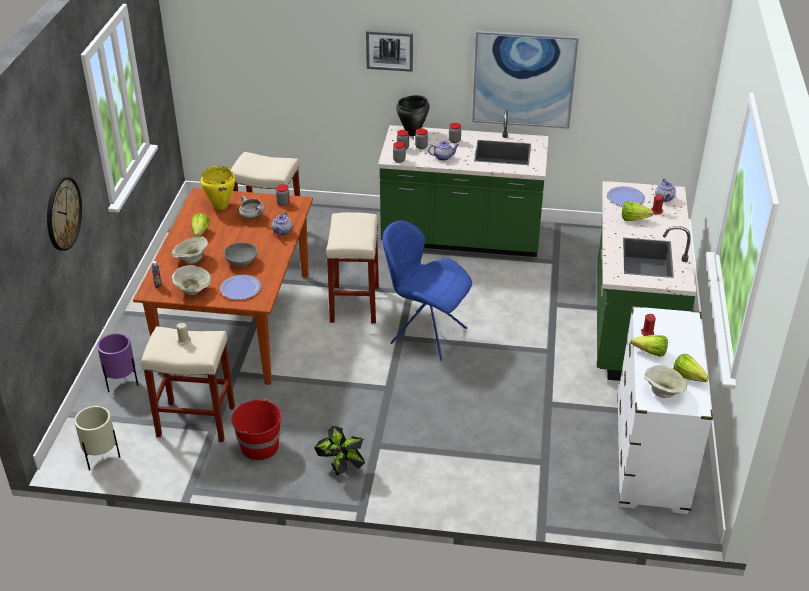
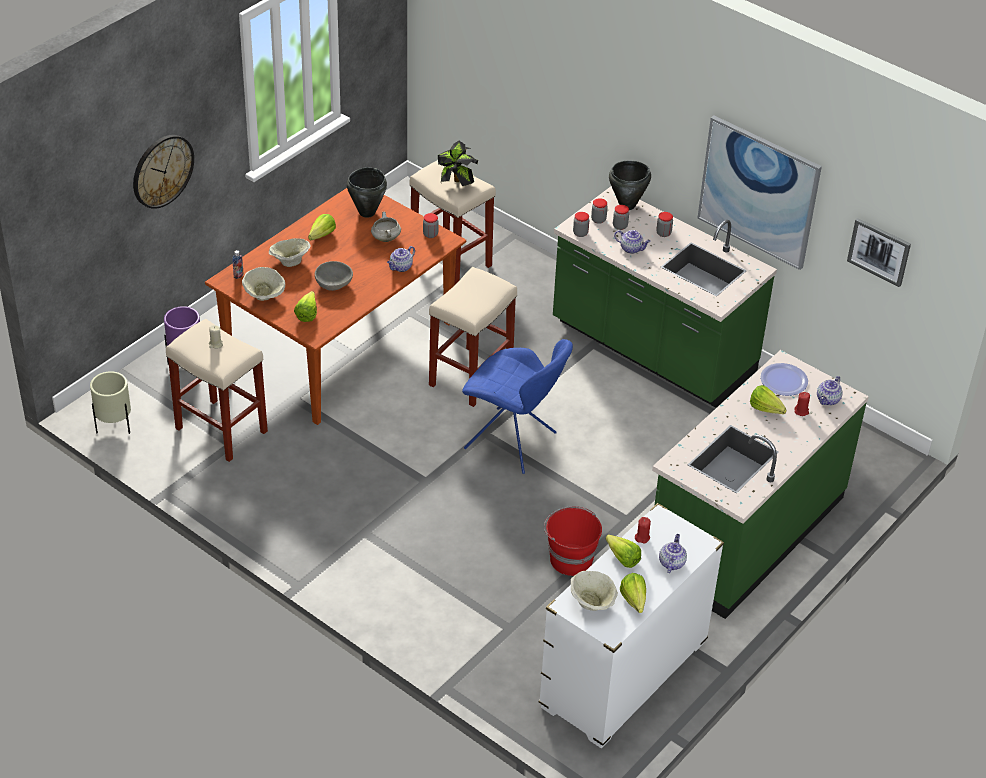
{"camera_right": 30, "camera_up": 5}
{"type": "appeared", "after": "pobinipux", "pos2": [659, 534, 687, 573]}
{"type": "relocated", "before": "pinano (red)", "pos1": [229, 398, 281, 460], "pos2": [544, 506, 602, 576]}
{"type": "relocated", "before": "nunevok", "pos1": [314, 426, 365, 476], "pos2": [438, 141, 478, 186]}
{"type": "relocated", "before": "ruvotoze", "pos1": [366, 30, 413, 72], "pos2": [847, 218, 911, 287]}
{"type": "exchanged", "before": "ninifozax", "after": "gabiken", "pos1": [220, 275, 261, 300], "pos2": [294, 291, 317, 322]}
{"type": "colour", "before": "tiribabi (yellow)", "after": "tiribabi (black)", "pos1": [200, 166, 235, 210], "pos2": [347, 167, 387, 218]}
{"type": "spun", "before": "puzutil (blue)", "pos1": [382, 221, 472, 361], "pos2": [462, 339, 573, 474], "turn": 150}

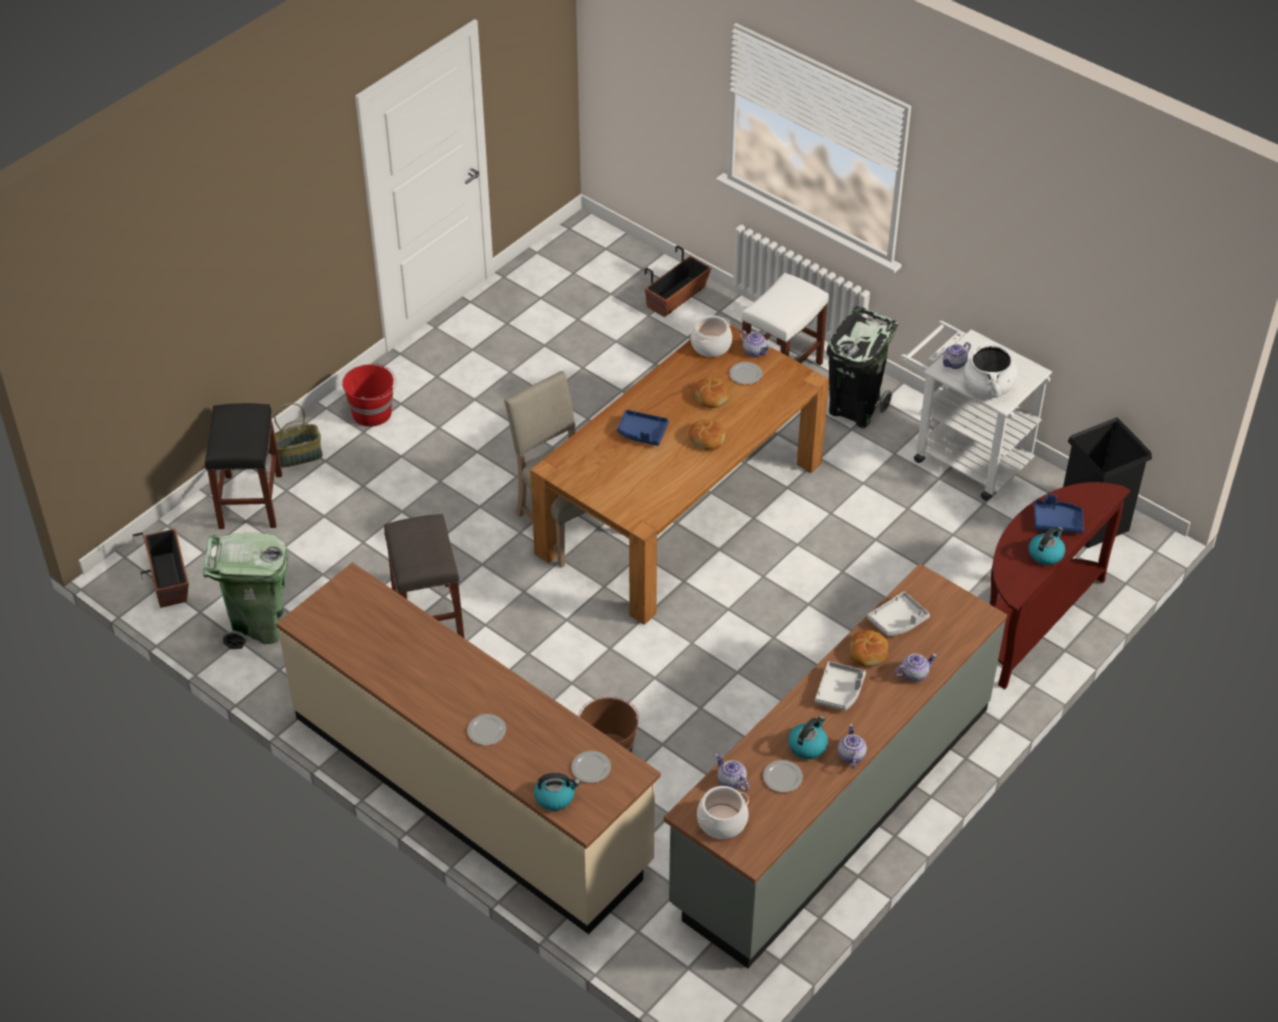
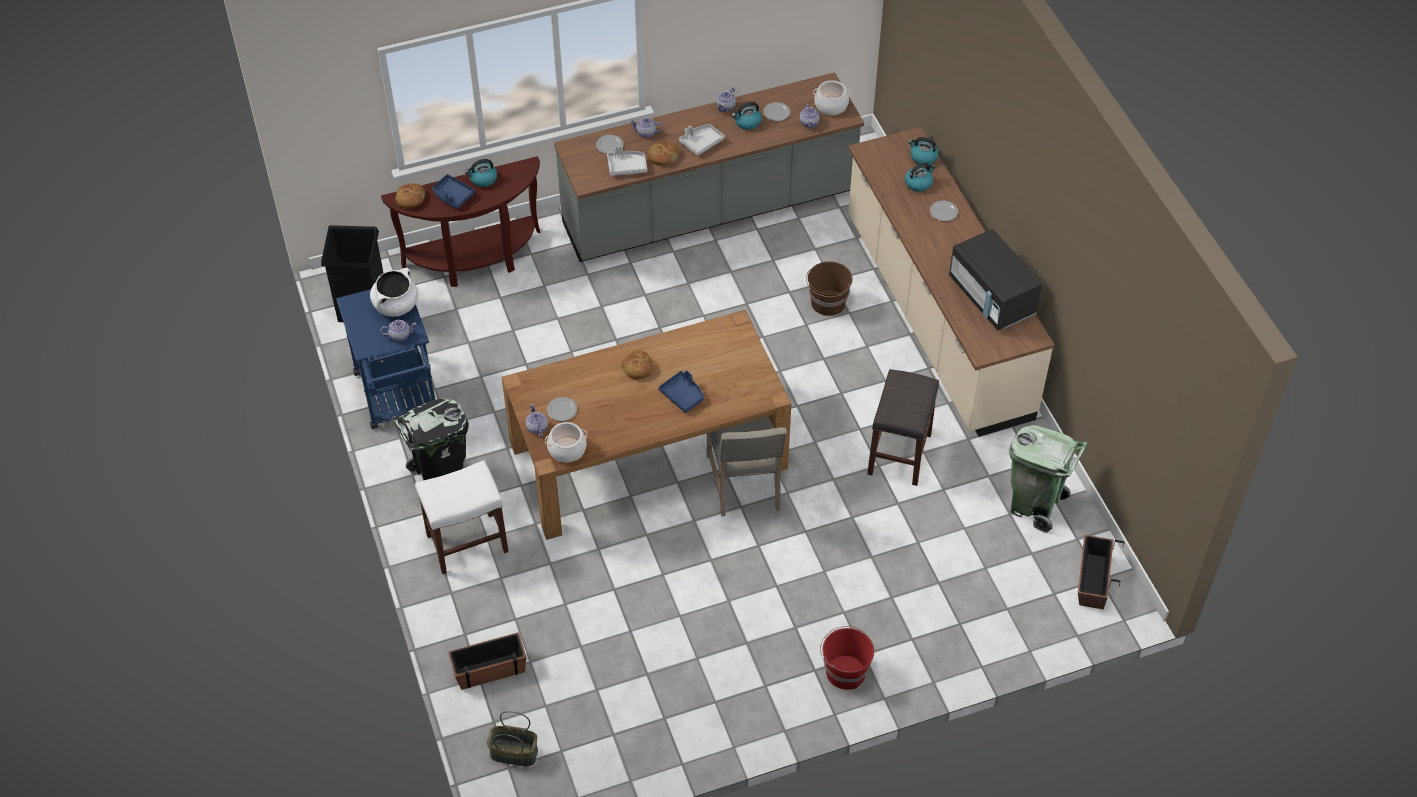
{"camera_right": -150, "camera_up": 5}
{"type": "missing", "before": "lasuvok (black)", "pos1": [205, 403, 282, 529]}
{"type": "appeared", "after": "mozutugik", "pos2": [905, 163, 936, 192]}
{"type": "appeared", "after": "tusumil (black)", "pos2": [949, 229, 1042, 330]}
{"type": "relocated", "before": "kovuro", "pos1": [274, 403, 323, 467], "pos2": [487, 711, 538, 766]}
{"type": "relocated", "before": "ninifozax", "pos1": [572, 751, 611, 783], "pos2": [596, 135, 624, 154]}
{"type": "relocated", "before": "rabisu", "pos1": [694, 377, 730, 408], "pos2": [395, 183, 425, 209]}
{"type": "colour", "before": "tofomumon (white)", "after": "tofomumon (blue)", "pos1": [900, 321, 1052, 501], "pos2": [336, 289, 436, 429]}

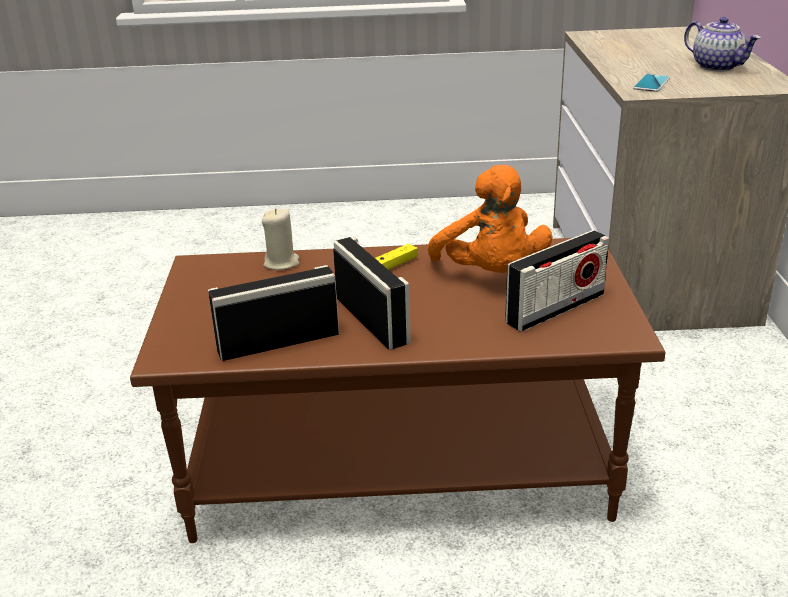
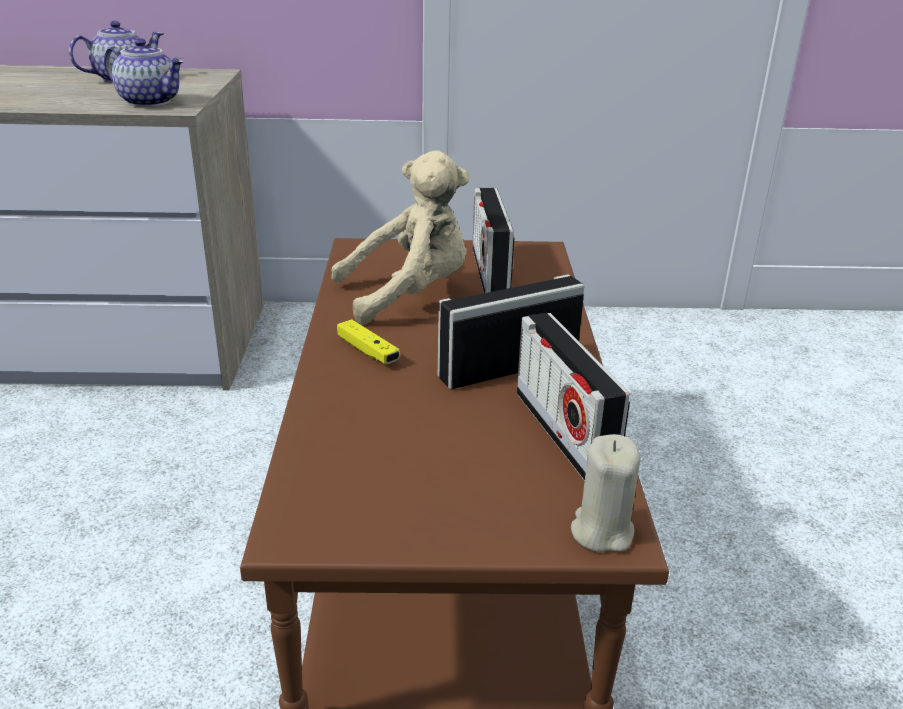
{"camera_right": -90, "camera_up": 0}
{"type": "relocated", "before": "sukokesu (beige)", "pos1": [262, 208, 299, 270], "pos2": [571, 434, 640, 552]}
{"type": "exchanged", "before": "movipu", "after": "pobinipux", "pos1": [633, 74, 670, 92], "pos2": [104, 38, 184, 107]}
{"type": "colour", "before": "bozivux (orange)", "after": "bozivux (beige)", "pos1": [428, 165, 553, 273], "pos2": [331, 150, 469, 325]}
{"type": "spun", "before": "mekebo", "pos1": [505, 230, 609, 332], "pos2": [472, 188, 514, 293], "turn": -150}

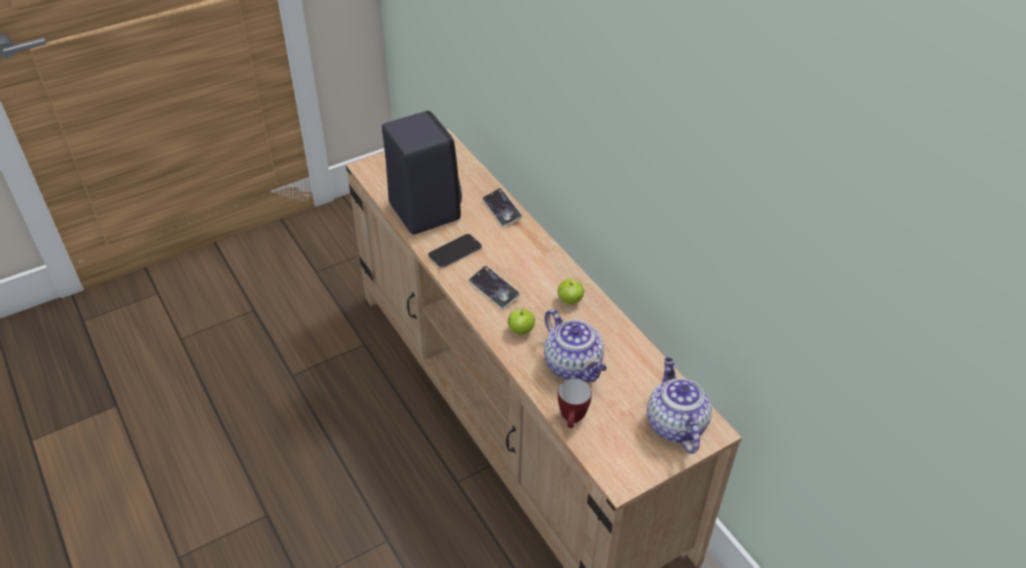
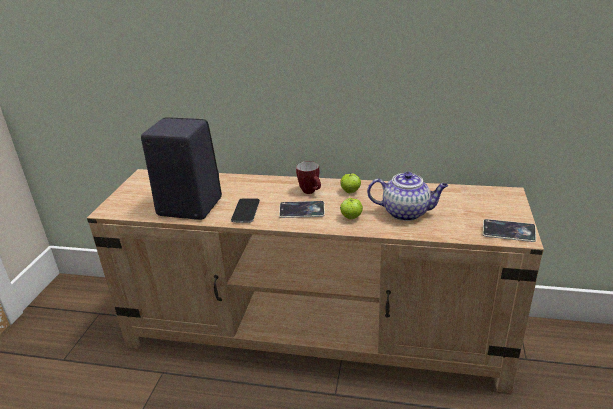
{"camera_right": -45, "camera_up": -15}
{"type": "missing", "before": "pobinipux", "pos1": [647, 357, 712, 454]}
{"type": "relocated", "before": "movipu", "pos1": [482, 188, 522, 227], "pos2": [483, 219, 536, 242]}
{"type": "relocated", "before": "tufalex", "pos1": [558, 378, 592, 428], "pos2": [296, 161, 321, 194]}

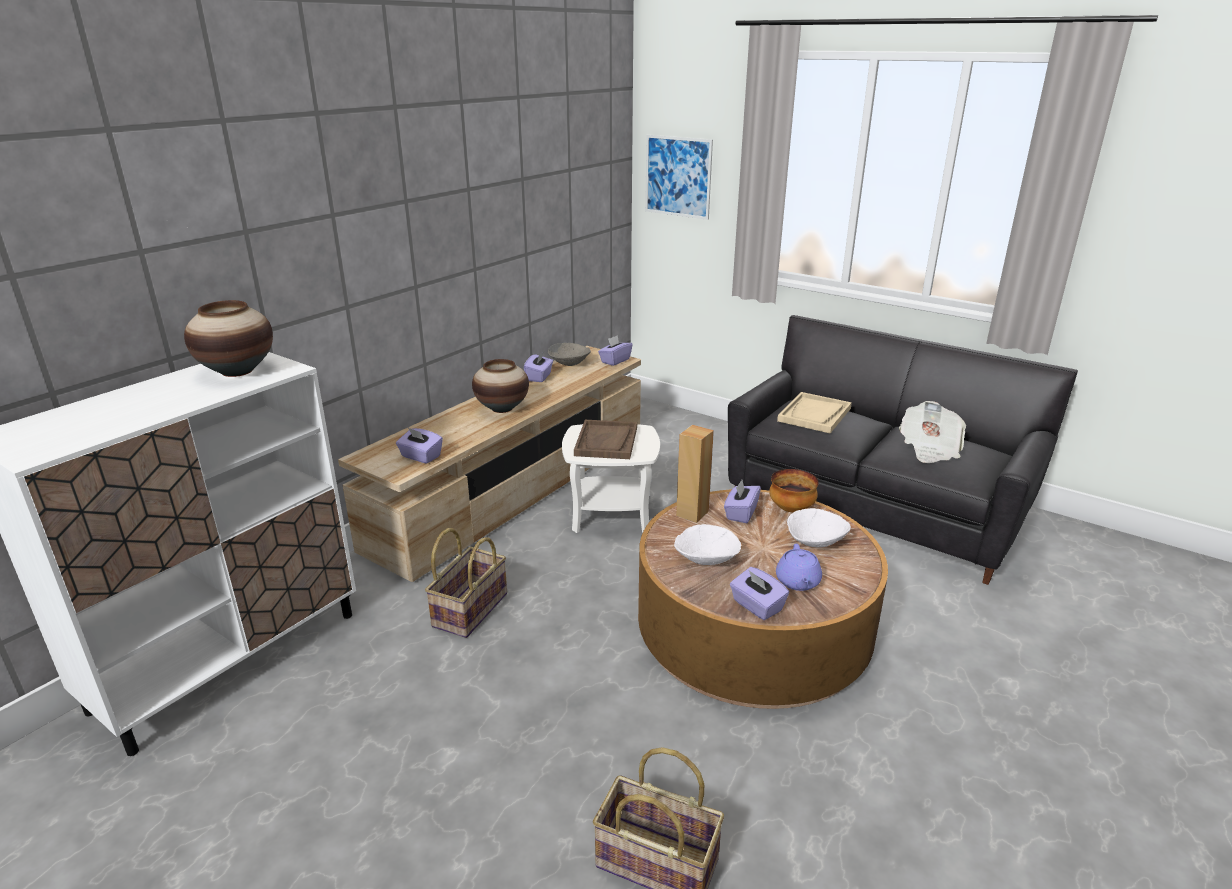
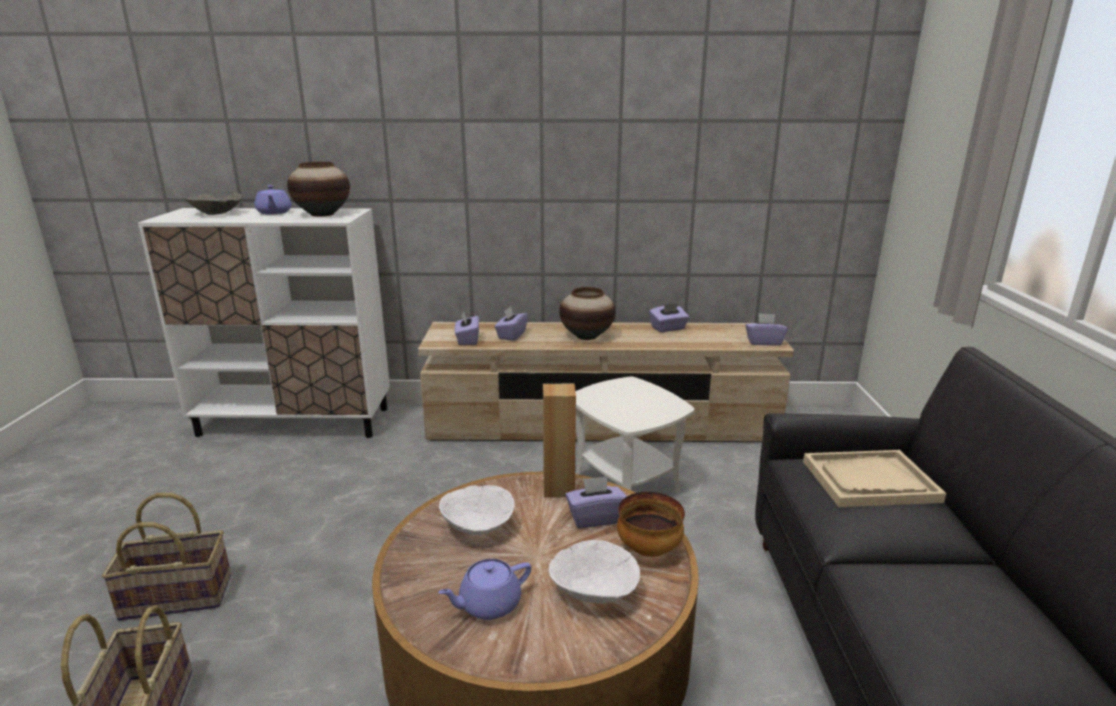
{"camera_right": 55, "camera_up": -5}
{"type": "missing", "before": "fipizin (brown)", "pos1": [574, 420, 637, 459]}
{"type": "missing", "before": "ruvotoze", "pos1": [645, 135, 713, 220]}
{"type": "missing", "before": "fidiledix", "pos1": [899, 401, 966, 463]}
{"type": "appeared", "after": "pobinipux (purple)", "pos2": [255, 185, 292, 214]}
{"type": "relocated", "before": "kovuro", "pos1": [425, 528, 507, 638], "pos2": [102, 493, 231, 621]}
{"type": "relocated", "before": "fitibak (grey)", "pos1": [548, 343, 591, 366], "pos2": [185, 190, 242, 215]}
{"type": "relocated", "before": "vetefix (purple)", "pos1": [730, 567, 789, 620], "pos2": [495, 306, 528, 341]}

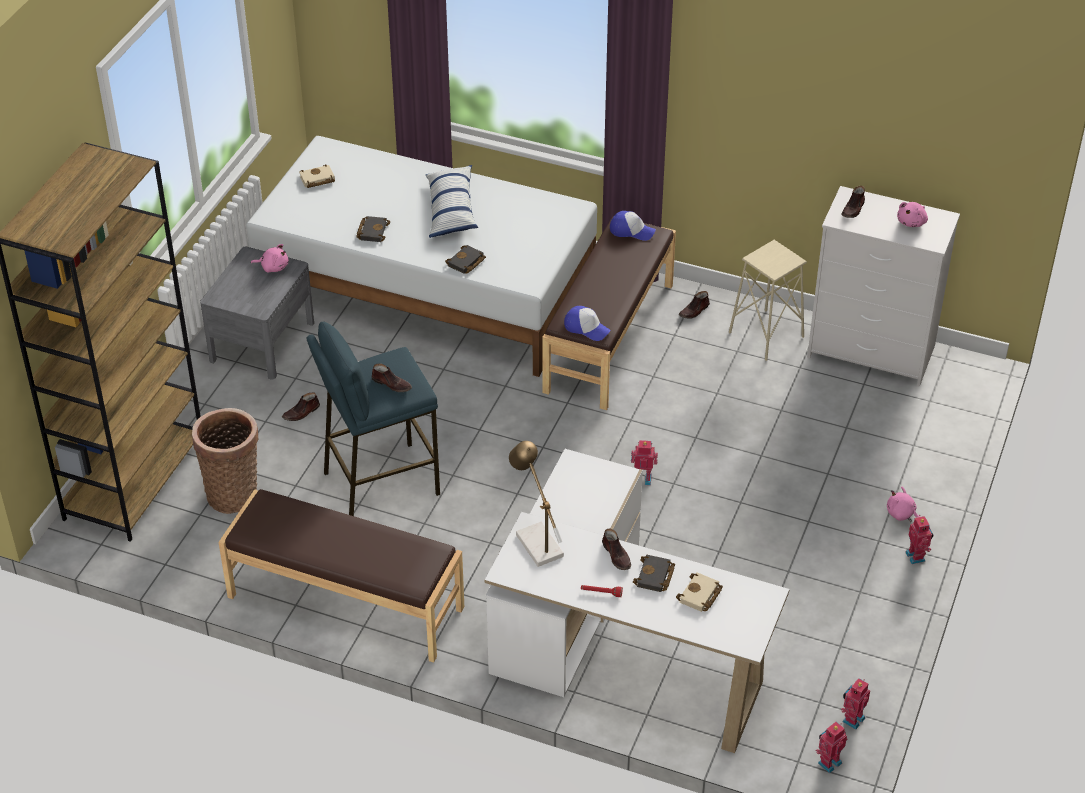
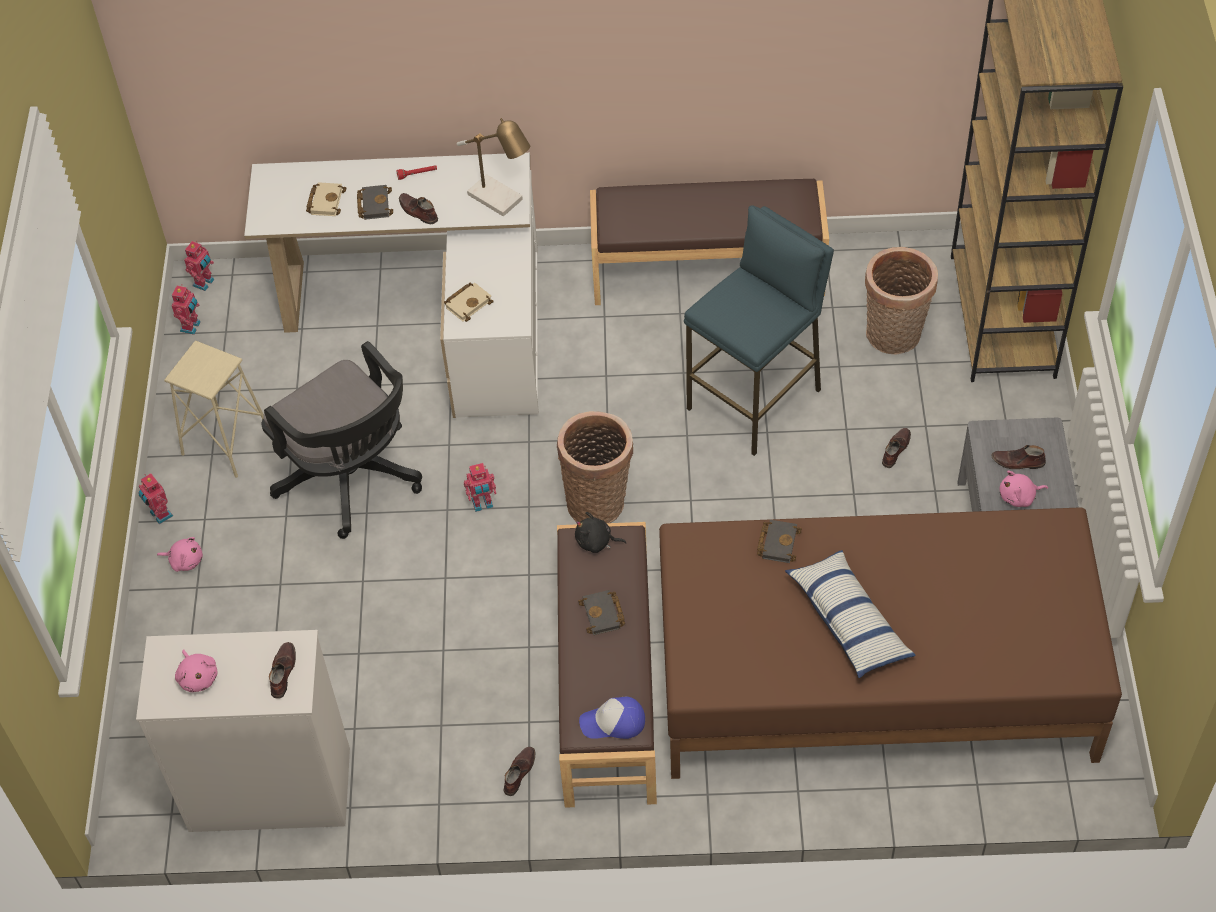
{"camera_right": 160, "camera_up": 10}
{"type": "appeared", "after": "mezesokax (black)", "pos2": [261, 341, 422, 539]}
{"type": "appeared", "after": "kovuro", "pos2": [557, 411, 633, 523]}
{"type": "relocated", "before": "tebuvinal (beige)", "pos1": [299, 165, 335, 188], "pos2": [444, 283, 493, 322]}
{"type": "relocated", "before": "tebuvinal (black)", "pos1": [356, 216, 390, 242], "pos2": [578, 590, 625, 635]}
{"type": "relocated", "before": "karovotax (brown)", "pos1": [371, 363, 412, 392], "pos2": [991, 445, 1046, 469]}
{"type": "relocated", "before": "lasuvok (beige)", "pos1": [729, 240, 807, 361], "pos2": [164, 340, 264, 478]}
{"type": "exchanged", "before": "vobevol", "after": "bozivux (black)", "pos1": [564, 306, 611, 341], "pos2": [575, 512, 626, 553]}
{"type": "colour", "before": "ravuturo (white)", "after": "ravuturo (brown)", "pos1": [246, 136, 597, 377], "pos2": [659, 507, 1122, 779]}
{"type": "spun", "before": "bozivux (pink)", "pos1": [897, 202, 928, 227], "pos2": [175, 649, 218, 692], "turn": 135}

